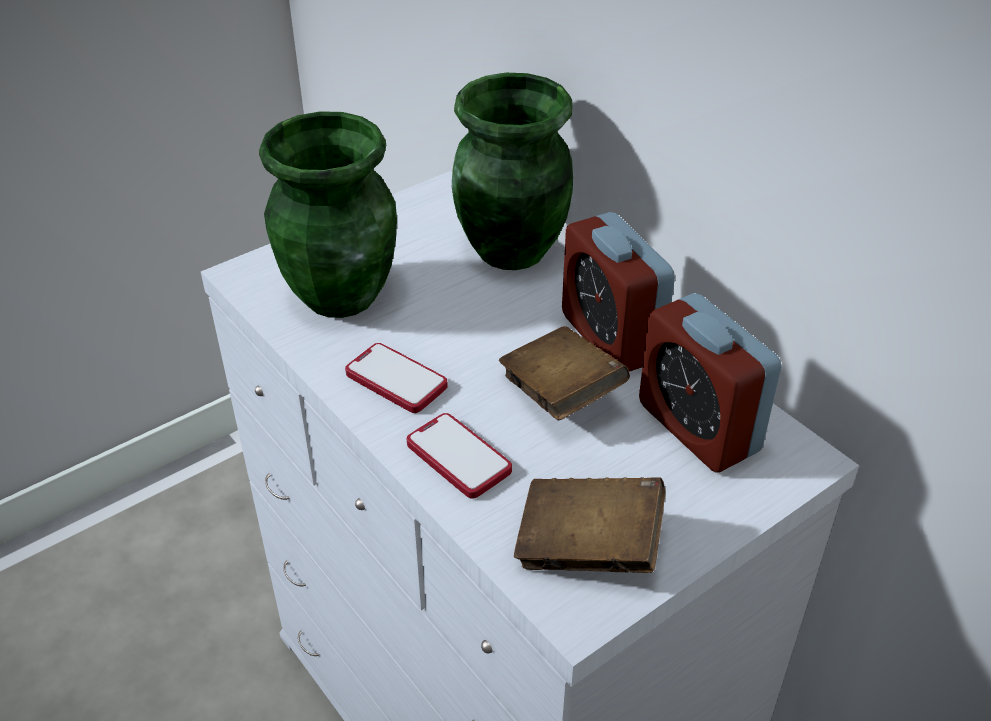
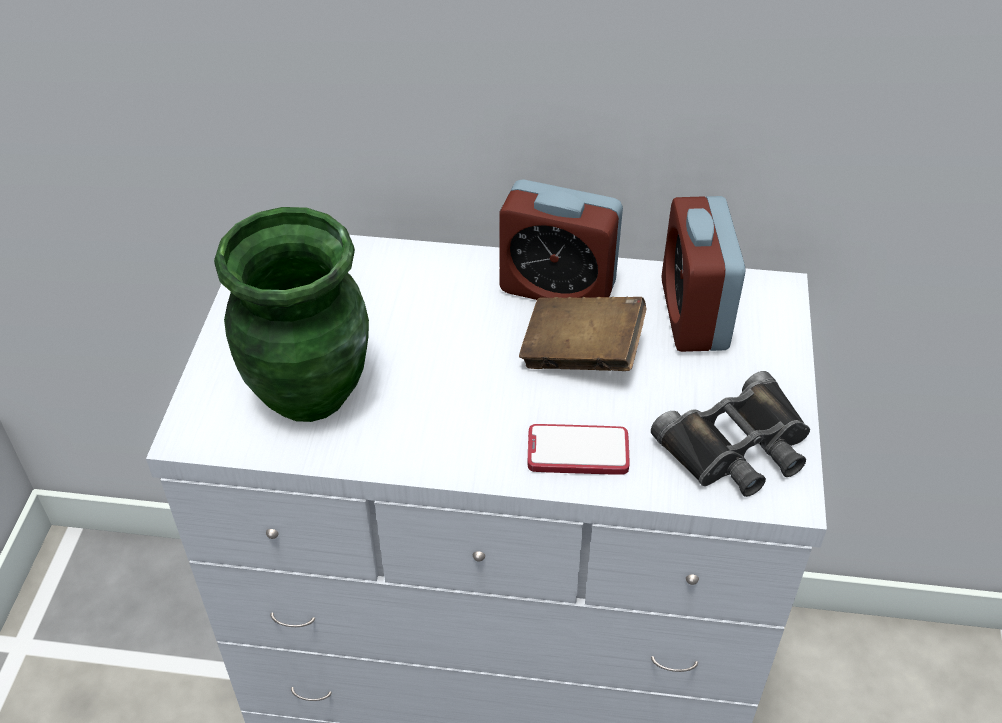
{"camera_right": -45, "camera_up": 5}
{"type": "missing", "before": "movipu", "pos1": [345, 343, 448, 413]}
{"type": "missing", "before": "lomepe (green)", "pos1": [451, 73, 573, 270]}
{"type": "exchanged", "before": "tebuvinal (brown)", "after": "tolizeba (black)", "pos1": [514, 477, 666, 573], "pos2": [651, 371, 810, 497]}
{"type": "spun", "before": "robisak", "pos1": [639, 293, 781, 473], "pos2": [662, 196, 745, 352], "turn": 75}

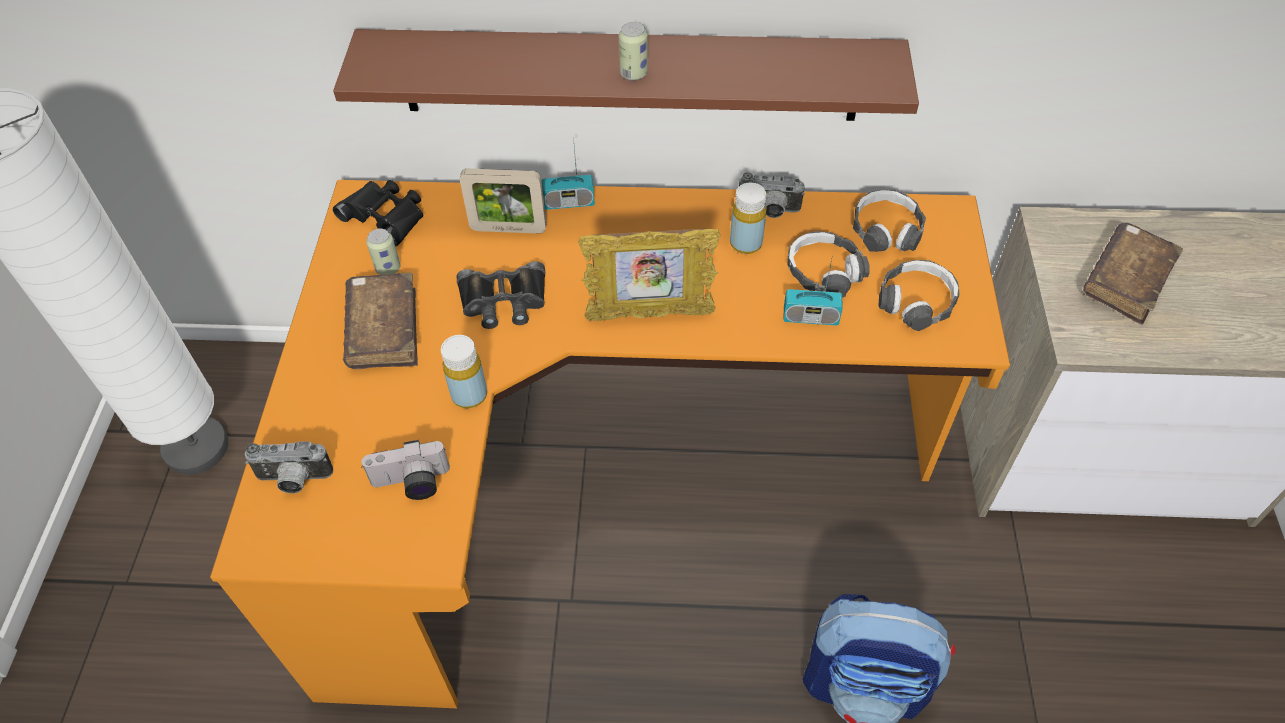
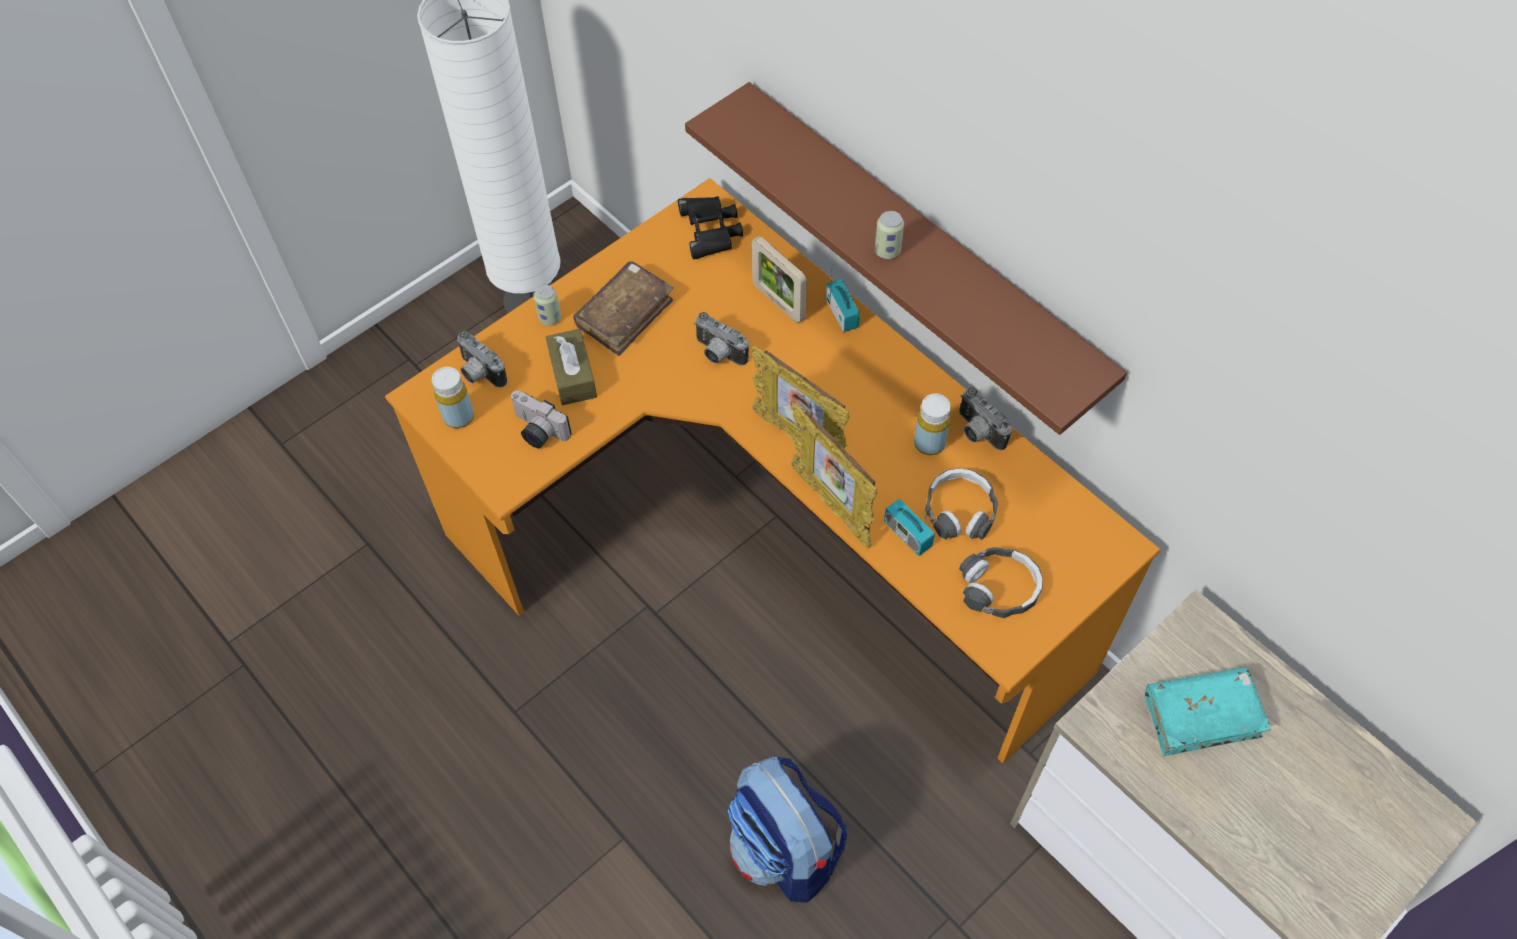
{"camera_right": 45, "camera_up": 5}
{"type": "missing", "before": "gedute", "pos1": [853, 190, 926, 252]}
{"type": "appeared", "after": "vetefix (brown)", "pos2": [546, 329, 597, 405]}
{"type": "appeared", "after": "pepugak", "pos2": [791, 404, 878, 548]}
{"type": "relocated", "before": "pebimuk", "pos1": [366, 228, 401, 275], "pos2": [533, 285, 561, 326]}
{"type": "relocated", "before": "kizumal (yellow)", "pos1": [441, 335, 487, 408], "pos2": [432, 367, 474, 428]}
{"type": "exchanged", "before": "tolizeba (black)", "after": "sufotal", "pos1": [457, 261, 545, 329], "pos2": [694, 312, 749, 366]}
{"type": "colour", "before": "tebuvinal (brown)", "after": "tebuvinal (turquoise)", "pos1": [1083, 223, 1183, 325], "pos2": [1145, 667, 1271, 756]}
{"type": "spun", "before": "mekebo", "pos1": [542, 137, 595, 210], "pos2": [825, 272, 860, 332], "turn": -150}

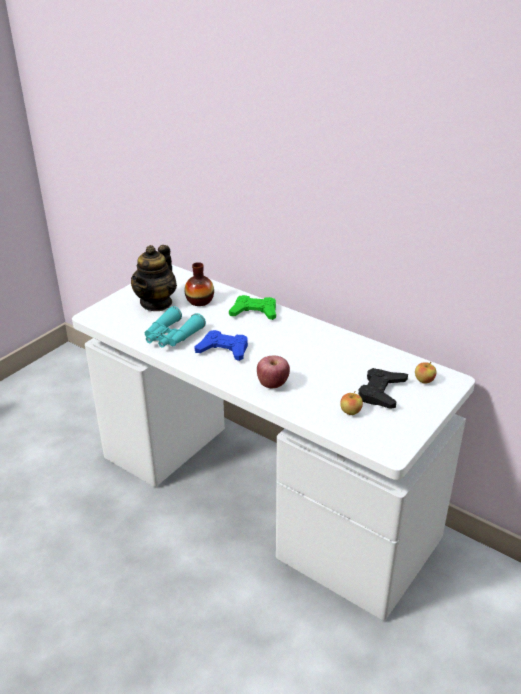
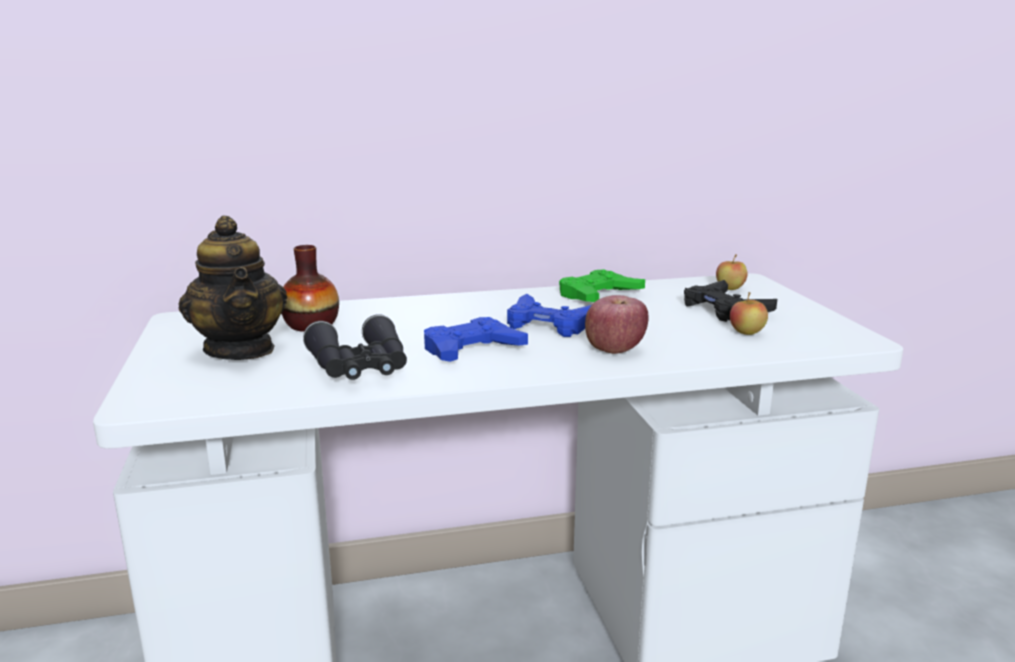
{"camera_right": -50, "camera_up": -15}
{"type": "appeared", "after": "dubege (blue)", "pos2": [507, 294, 591, 337]}
{"type": "relocated", "before": "dubege (green)", "pos1": [229, 295, 276, 320], "pos2": [559, 269, 645, 302]}
{"type": "colour", "before": "tolizeba (turquoise)", "after": "tolizeba (black)", "pos1": [145, 306, 206, 348], "pos2": [303, 314, 407, 380]}

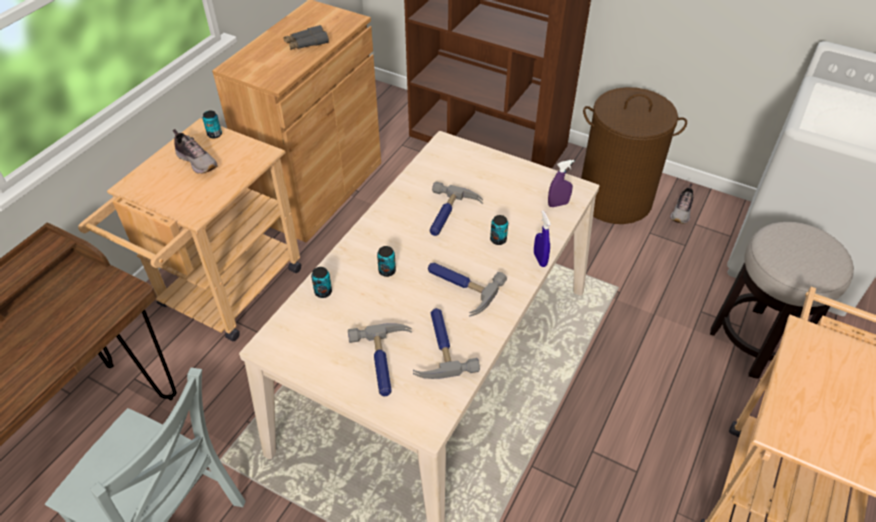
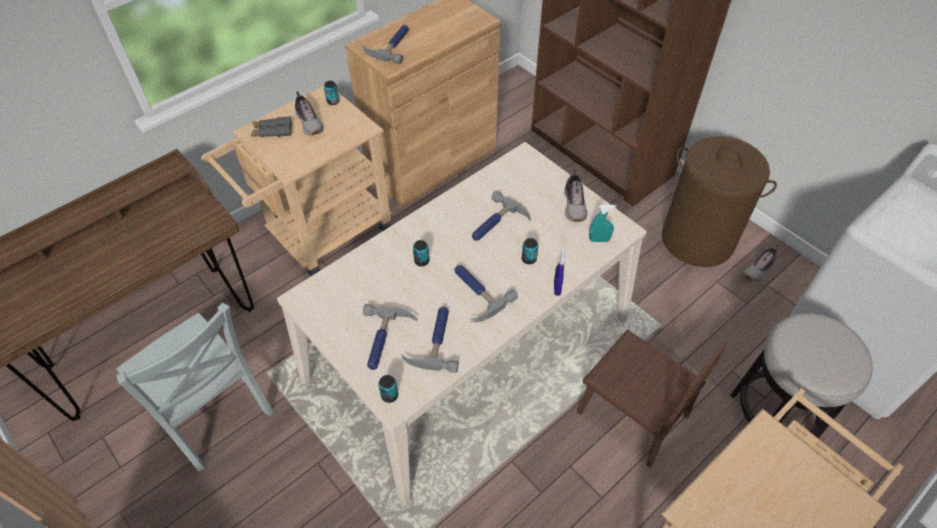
{"camera_right": 20, "camera_up": 5}
{"type": "appeared", "after": "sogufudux", "pos2": [363, 25, 409, 64]}
{"type": "appeared", "after": "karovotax", "pos2": [564, 169, 588, 222]}
{"type": "appeared", "after": "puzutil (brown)", "pos2": [577, 330, 727, 467]}
{"type": "relocated", "before": "tolizeba (grey)", "pos1": [283, 25, 329, 50], "pos2": [251, 116, 292, 137]}
{"type": "relocated", "before": "pebimuk", "pos1": [311, 267, 332, 298], "pos2": [378, 375, 398, 403]}
{"type": "colour", "before": "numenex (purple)", "after": "numenex (turquoise)", "pos1": [548, 160, 575, 207], "pos2": [589, 204, 616, 242]}

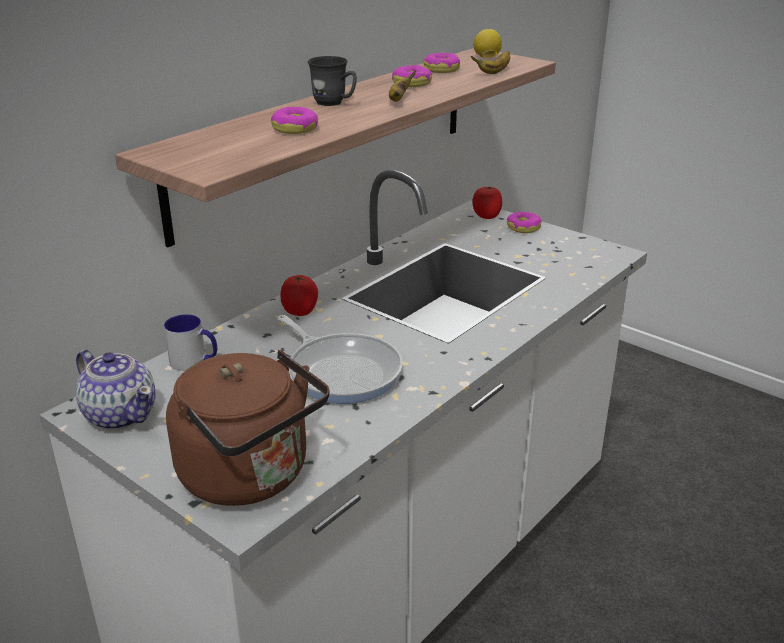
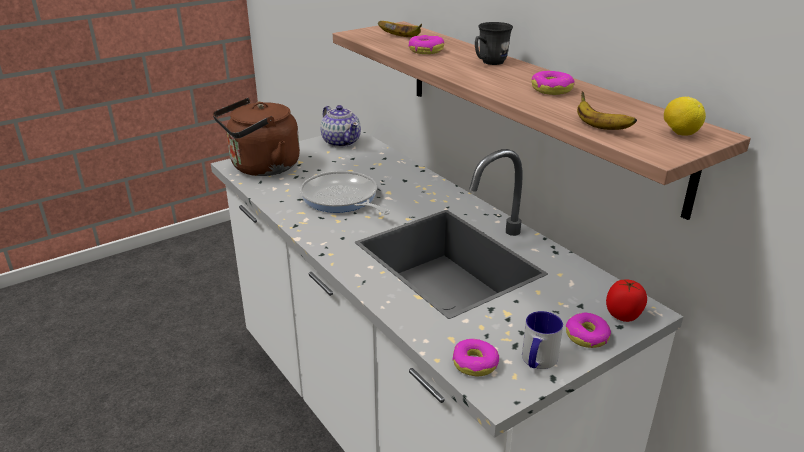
{"camera_right": 105, "camera_up": 0}
{"type": "missing", "before": "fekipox", "pos1": [280, 275, 318, 316]}
{"type": "relocated", "before": "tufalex", "pos1": [164, 314, 217, 371], "pos2": [522, 311, 563, 369]}
{"type": "relocated", "before": "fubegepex", "pos1": [389, 70, 416, 102], "pos2": [378, 21, 422, 37]}
{"type": "relocated", "before": "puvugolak", "pos1": [423, 53, 460, 73], "pos2": [452, 339, 499, 376]}
{"type": "spun", "before": "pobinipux", "pos1": [76, 350, 156, 430], "pos2": [321, 105, 361, 148], "turn": -90}
{"type": "spun", "before": "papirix", "pos1": [277, 315, 403, 404], "pos2": [300, 171, 390, 215], "turn": 75}

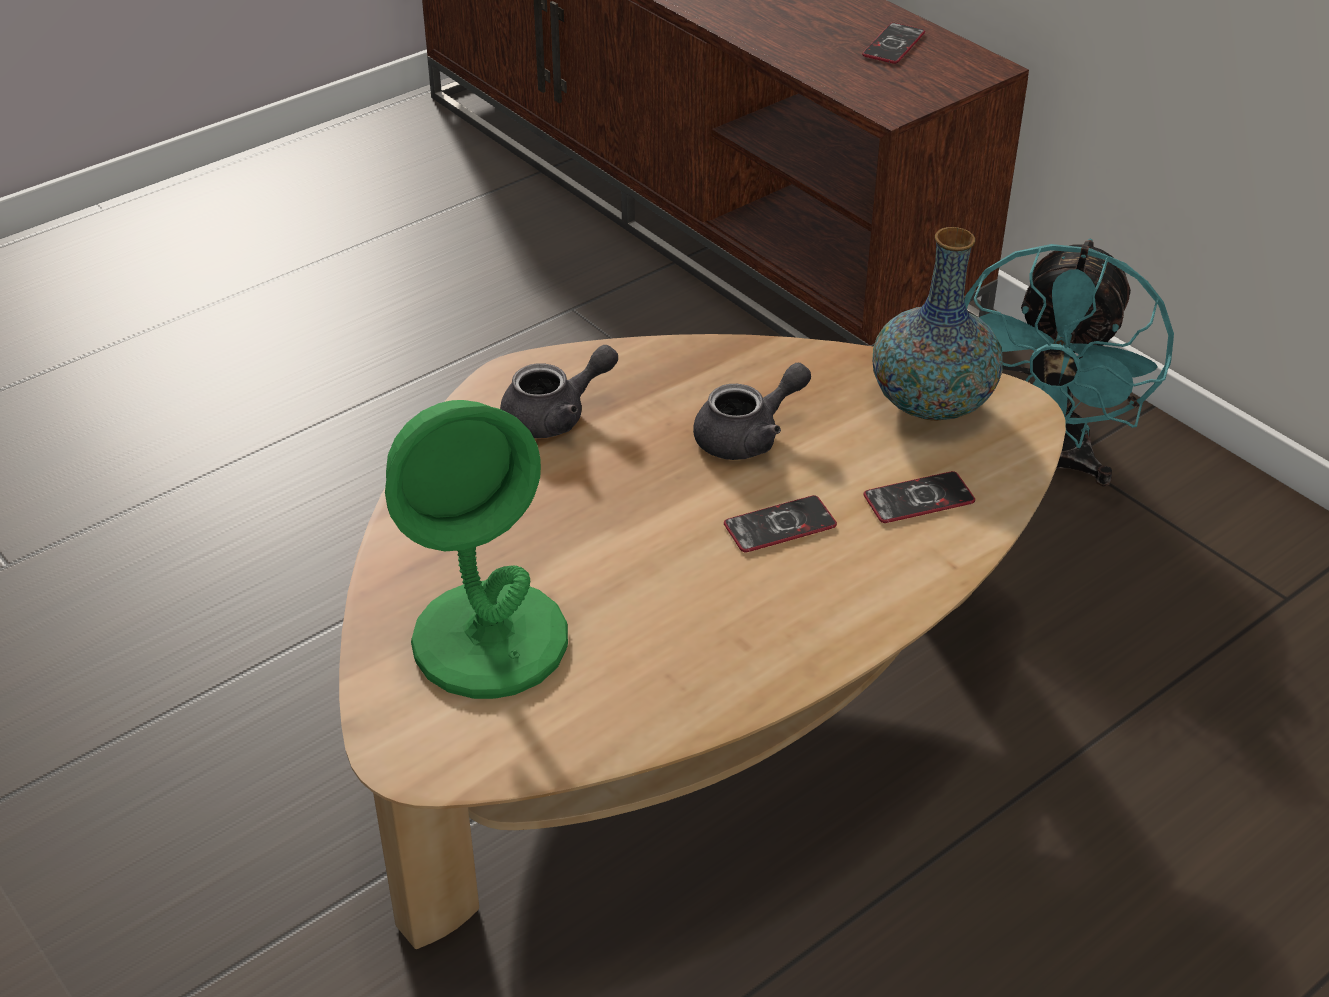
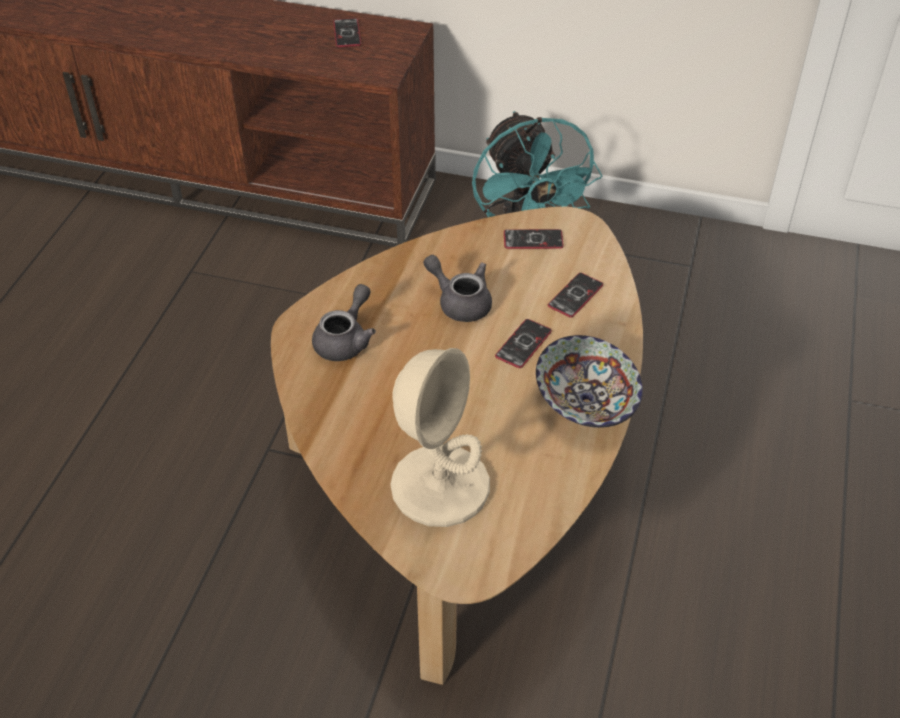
{"camera_right": -35, "camera_up": 5}
{"type": "appeared", "after": "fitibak", "pos2": [536, 335, 643, 428]}
{"type": "exchanged", "before": "lomepe", "after": "movipu", "pos1": [872, 227, 1003, 421], "pos2": [504, 229, 564, 249]}
{"type": "colour", "before": "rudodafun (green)", "after": "rudodafun (beige)", "pos1": [385, 400, 568, 699], "pos2": [390, 348, 490, 527]}
{"type": "spun", "before": "pobinipux (grey)", "pos1": [693, 363, 811, 460], "pos2": [423, 255, 492, 322], "turn": -75}

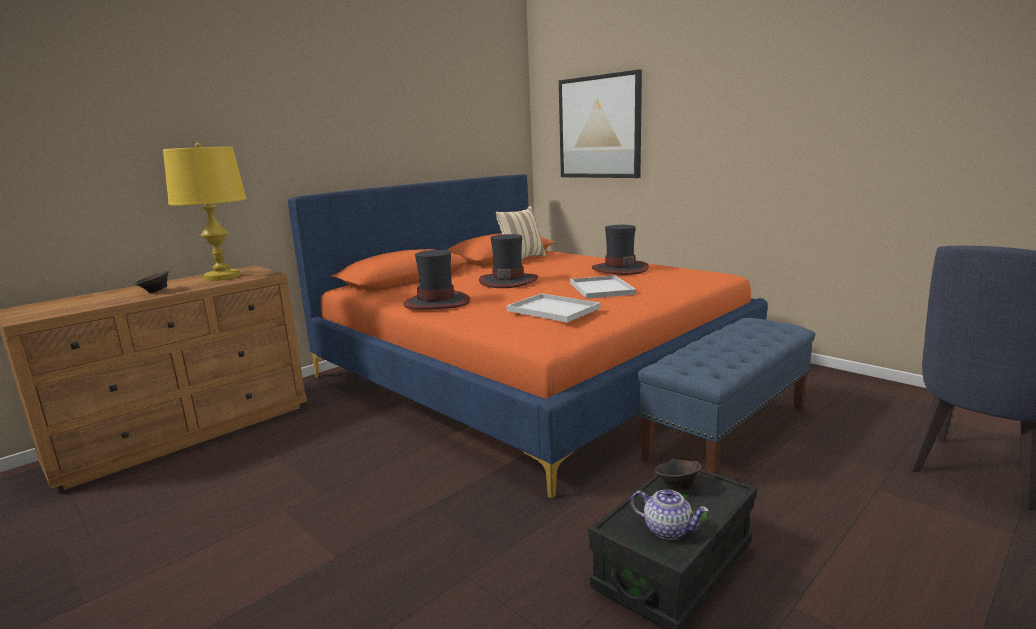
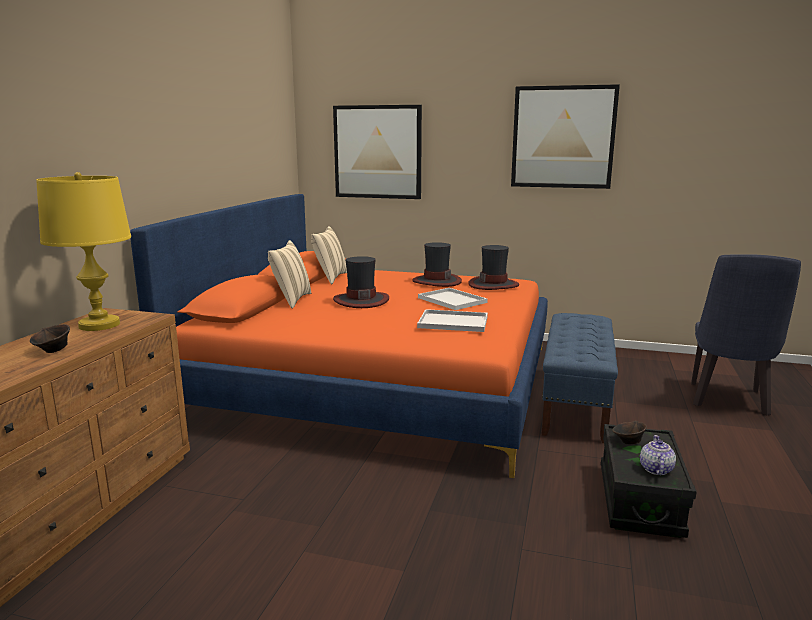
{"camera_right": -30, "camera_up": 0}
{"type": "appeared", "after": "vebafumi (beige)", "pos2": [268, 240, 311, 309]}
{"type": "appeared", "after": "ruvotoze", "pos2": [511, 84, 620, 189]}
{"type": "relocated", "before": "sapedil", "pos1": [404, 250, 470, 309], "pos2": [468, 245, 519, 290]}
{"type": "spun", "before": "pobinipux", "pos1": [630, 489, 709, 540], "pos2": [640, 435, 676, 475], "turn": -75}

